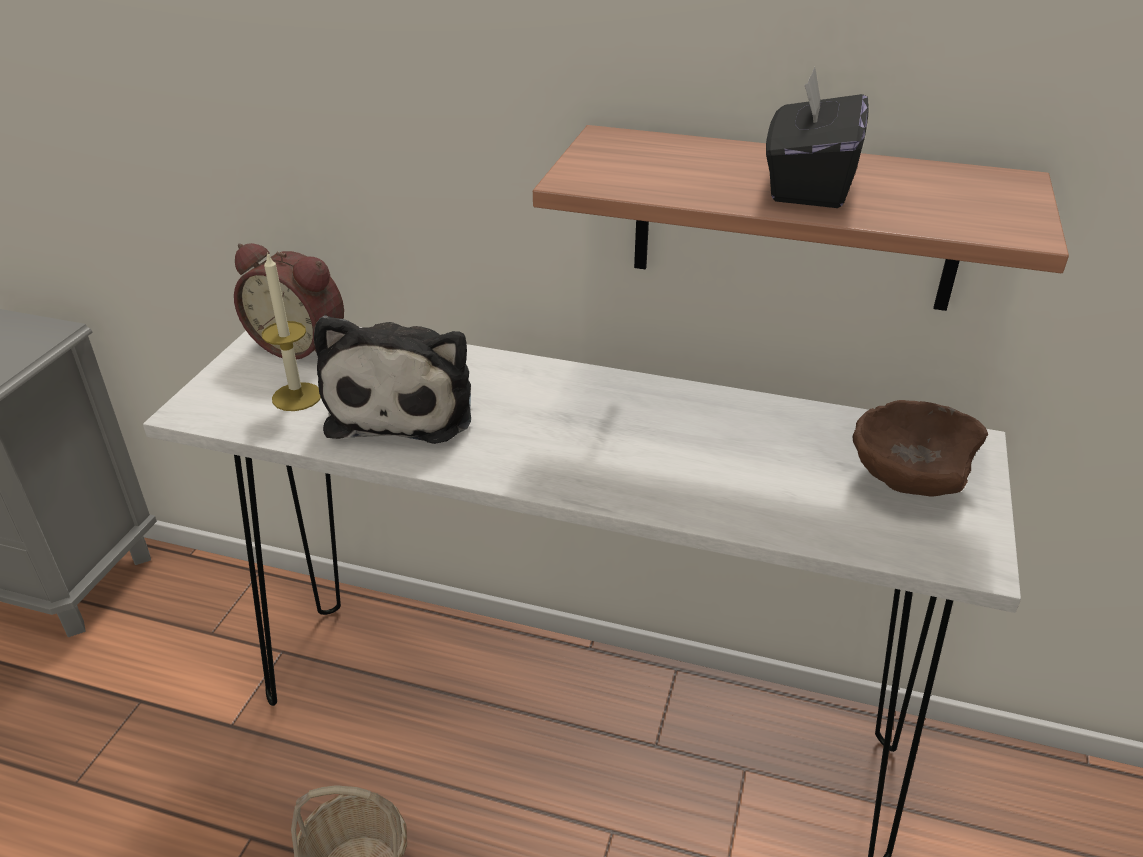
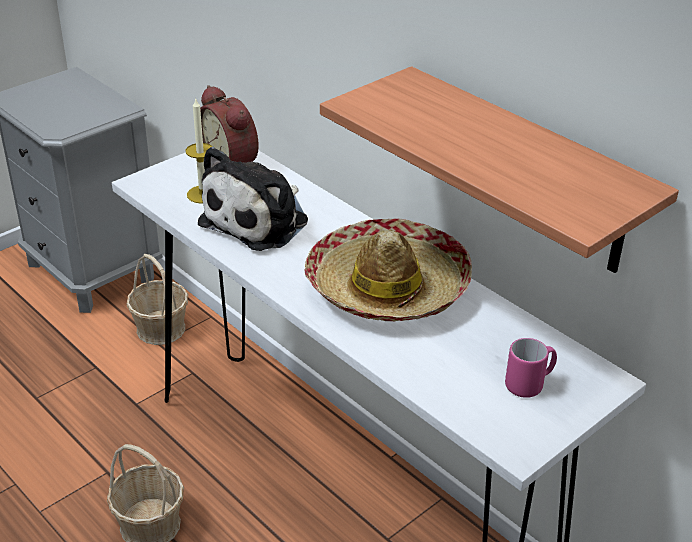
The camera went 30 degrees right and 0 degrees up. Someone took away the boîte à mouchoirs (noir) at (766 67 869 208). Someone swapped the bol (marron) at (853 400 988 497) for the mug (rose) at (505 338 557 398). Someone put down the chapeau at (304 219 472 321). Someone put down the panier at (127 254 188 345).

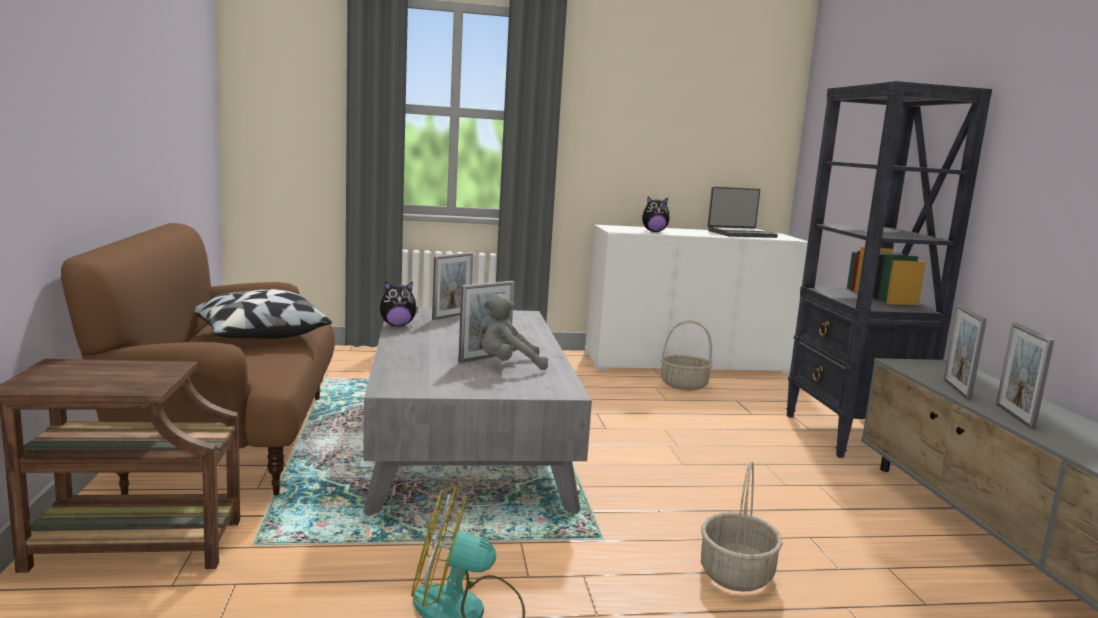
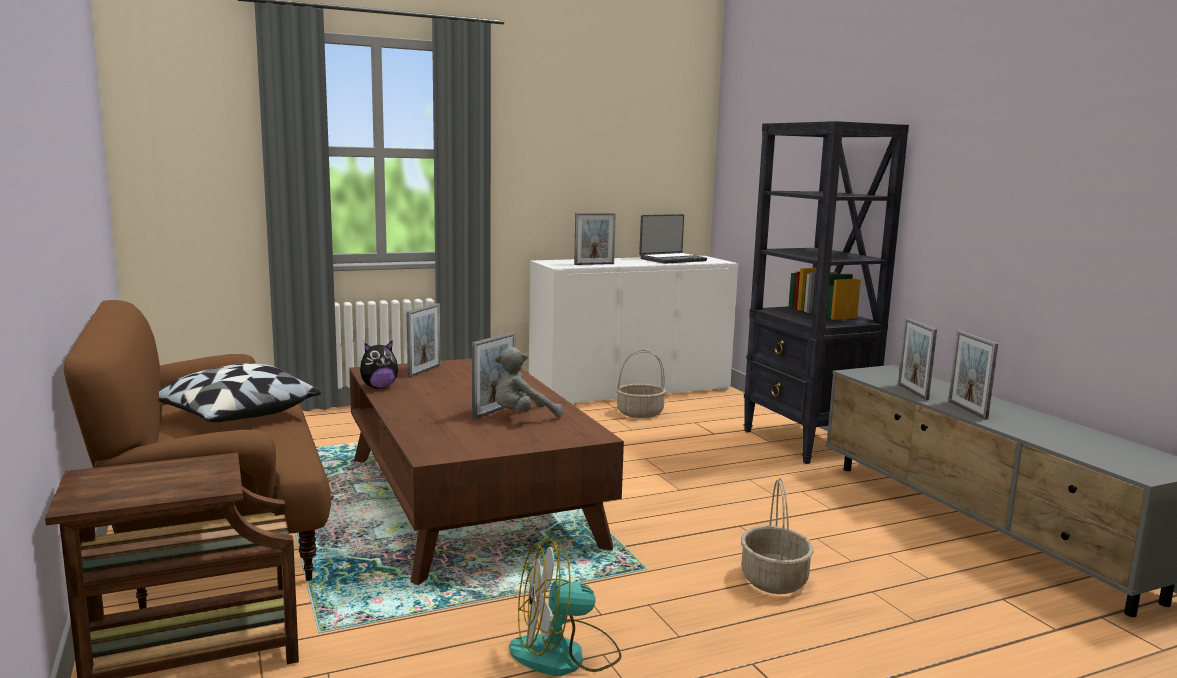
The camera went 15 degrees left and 0 degrees up. Someone swapped the peluche at (642 197 670 232) for the cadre photo at (574 213 616 265). Someone repainted the table basse (gris) at (363 307 592 516), which became the table basse (marron) at (349 359 624 585).

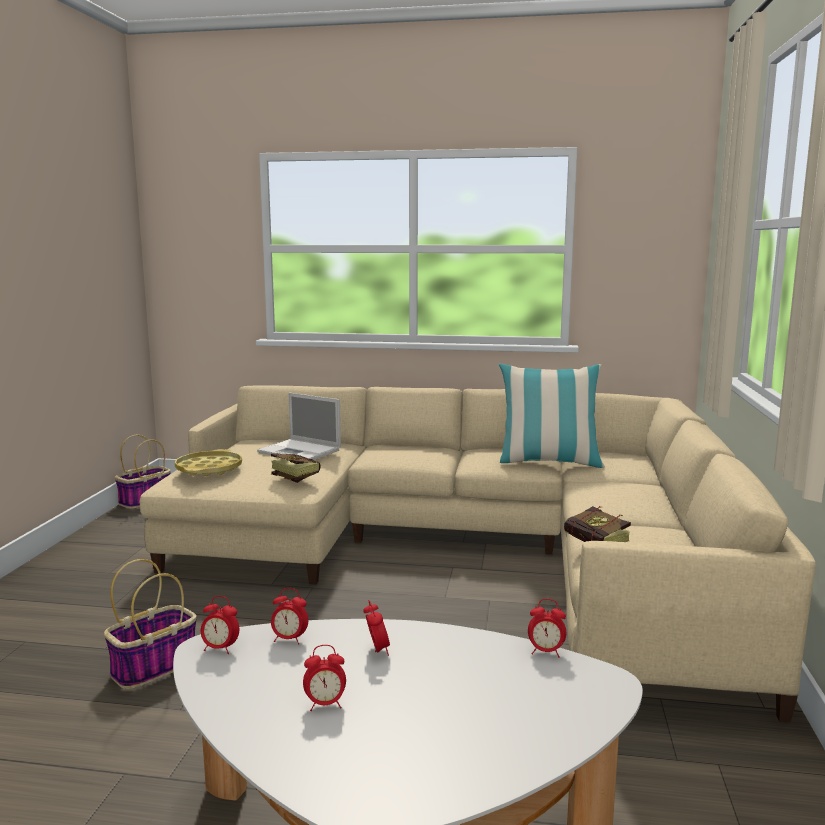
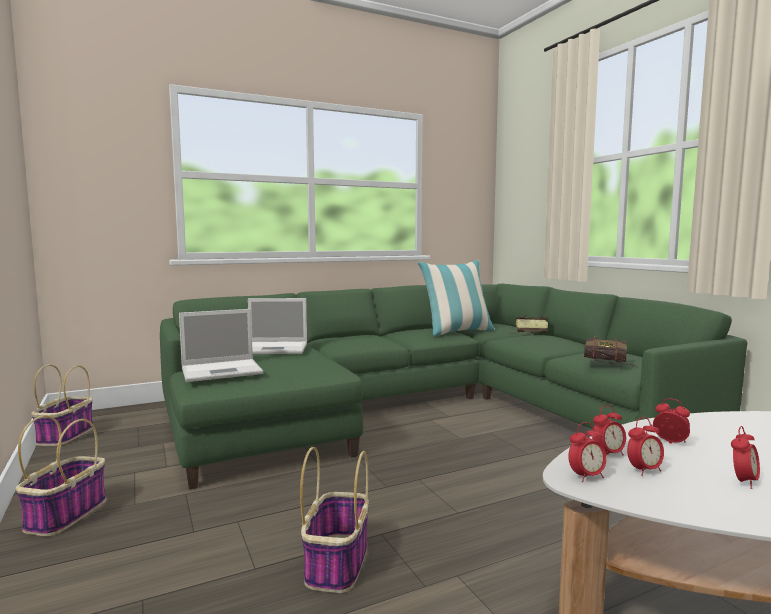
The camera went 35 degrees left and 5 degrees down. Someone repainted the canapé (beige) at (139 385 816 723), which became the canapé (vert) at (160 284 747 490). Someone swapped the plateau (jaune) at (175 449 242 476) for the ordinateur portable at (179 309 263 382). Someone carried the livre from (270 453 321 483) to (509 315 548 334). Someone carried the réveil from (528 599 566 658) to (627 417 664 476). Someone put down the panier at (16 416 106 536).

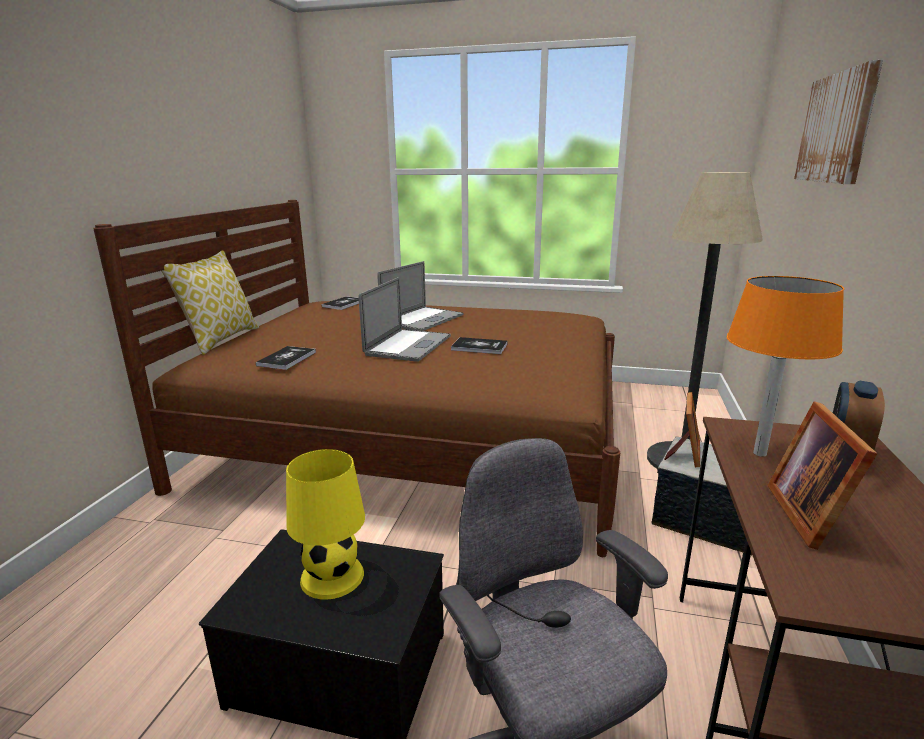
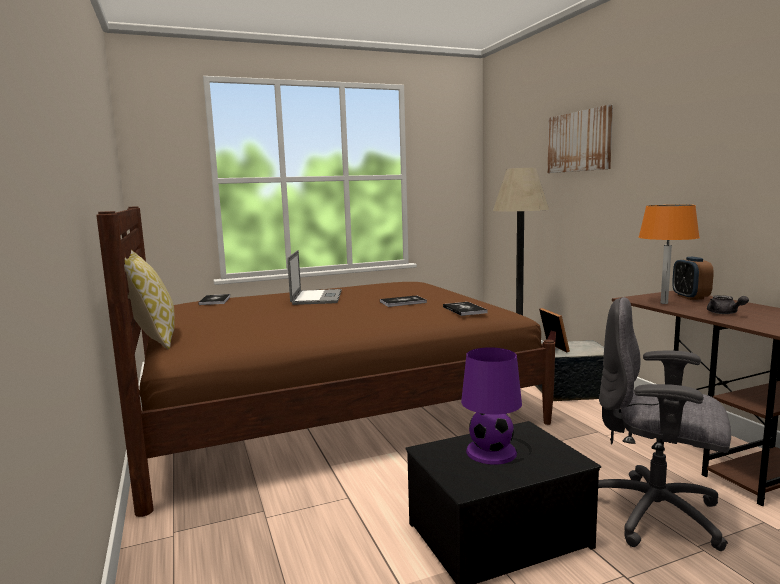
The camera went 35 degrees left and 10 degrees down. Someone took away the ordinateur portable at (358 277 451 362). Someone carried the livre from (256 346 316 370) to (443 302 488 316). Someone swapped the cadre photo at (767 401 878 550) for the théière (gris) at (707 295 749 314). Someone repainted the lampe de table (jaune) at (286 449 365 600), which became the lampe de table (violet) at (461 347 522 465).

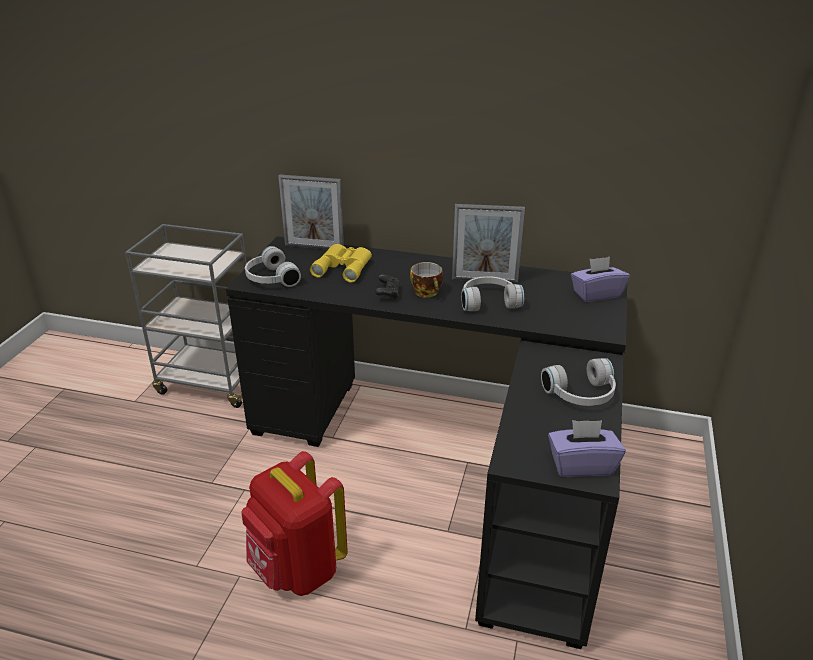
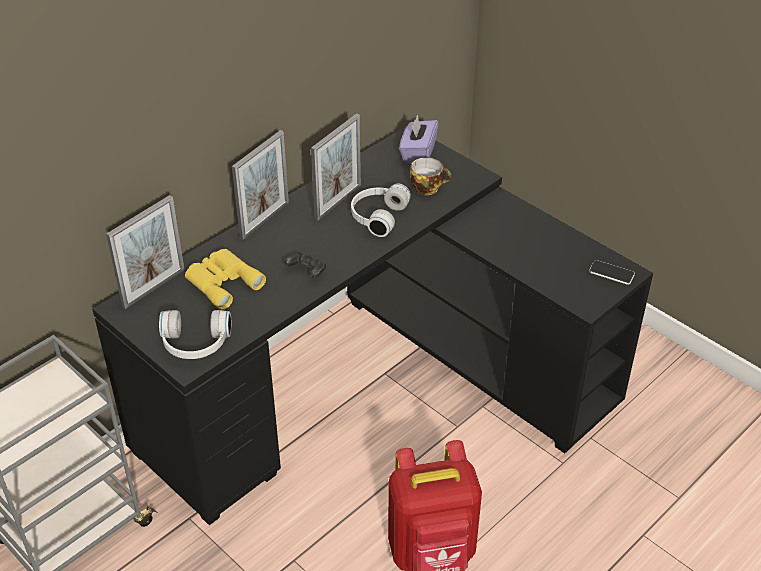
The camera went 60 degrees left and 10 degrees up. Someone carried the tasse from (410 262 443 298) to (410 157 451 195). Someone took away the casque audio (blanc) at (541 358 616 406). Someone swapped the boîte à mouchoirs (violet) at (548 420 626 477) for the téléphone at (589 260 635 285). Someone put down the cadre photo at (232 130 289 240).

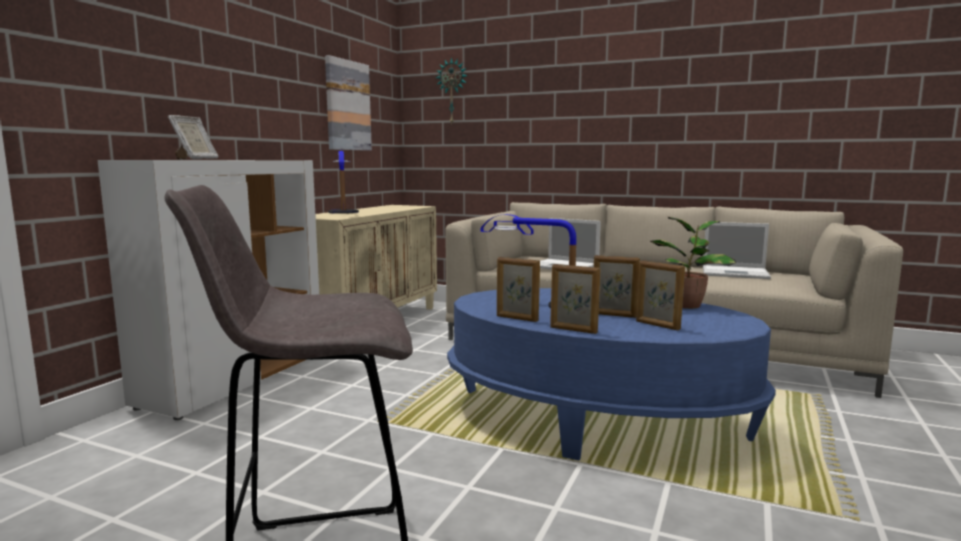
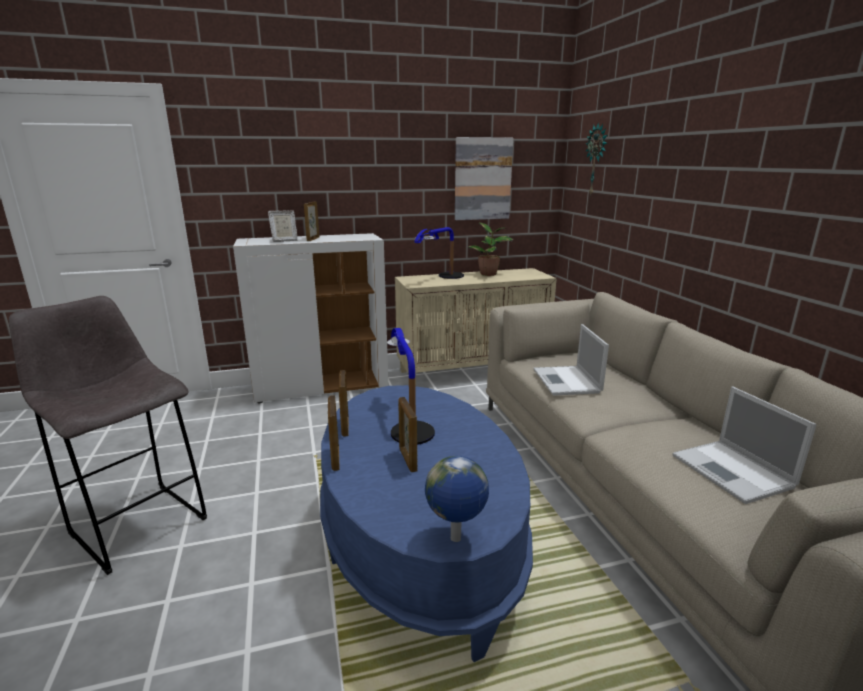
The camera went 50 degrees right and 10 degrees up. Someone carried the plante en pot from (650 217 736 309) to (468 222 514 276). Someone carried the cadre photo from (636 260 685 330) to (304 201 320 241). Someone put down the globe at (425 456 489 542).

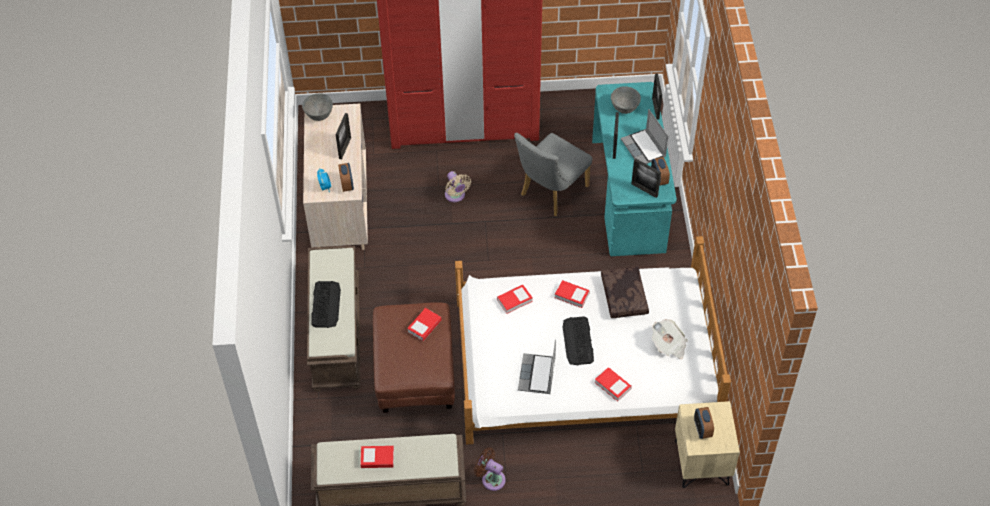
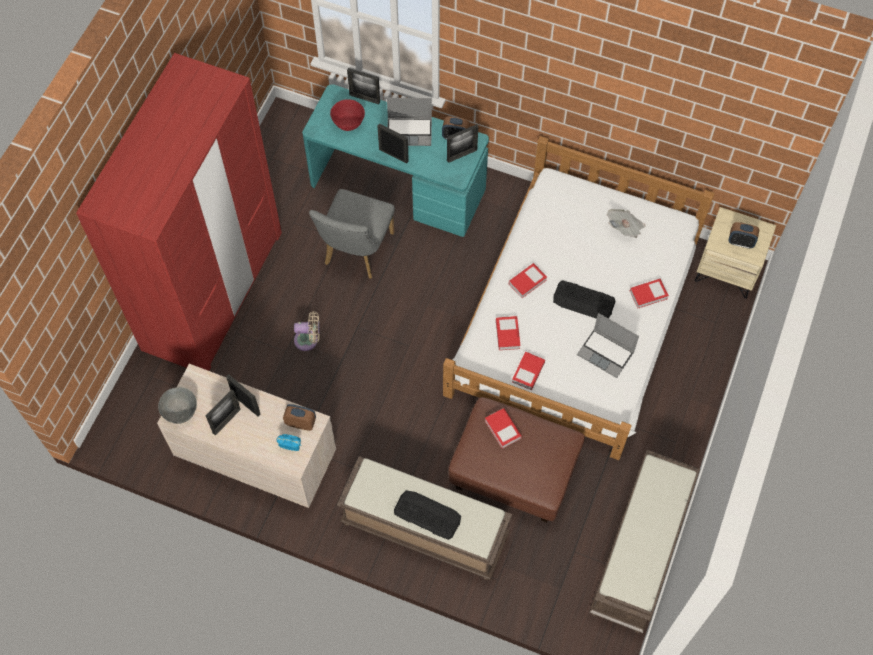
The camera went 65 degrees left and 10 degrees up. Someone repainted the bol (gris) at (611 86 641 114), which became the bol (rouge) at (330 99 365 131). Someone rotated the chaise (gris) at (514 133 592 216) by 45 degrees clockwise. Someone took away the coussin (marron) at (601 267 649 318). Someone carried the livre from (360 446 394 468) to (512 352 545 390). Someone took away the ventilateur (marron) at (474 447 506 491). Someone put down the cadre photo at (206 389 241 435).

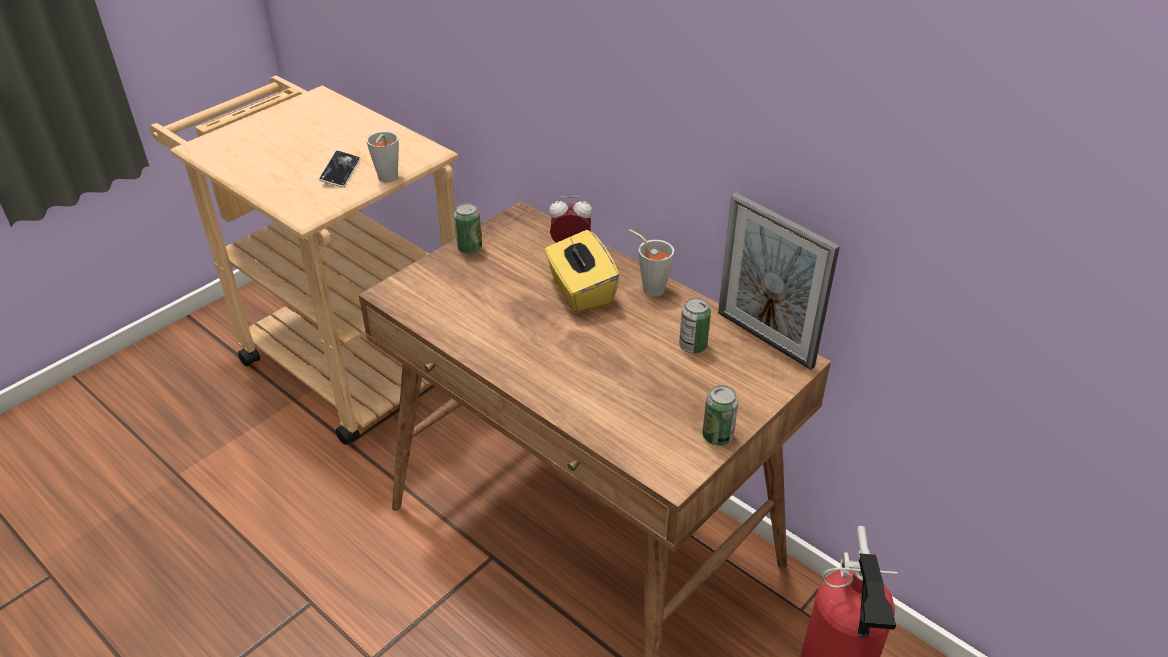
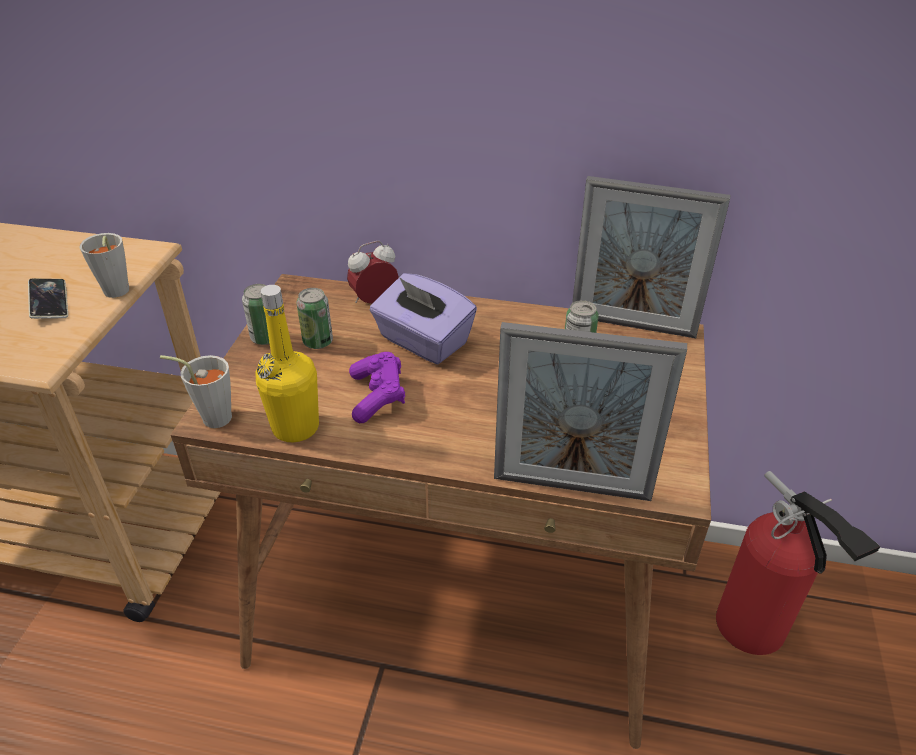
The camera went 30 degrees left and 0 degrees up. Someone carried the tasse (gris) from (629 229 674 297) to (160 355 232 428). Someone repainted the boîte à mouchoirs (jaune) at (544 230 620 313), which became the boîte à mouchoirs (violet) at (370 273 477 364). Someone carried the boîte métallique from (702 385 738 445) to (297 288 333 349). Someone put down the bouteille (jaune) at (256 285 319 442). Someone put down the cadre photo at (494 322 687 501). Someone put down the manette (violet) at (349 352 405 423).

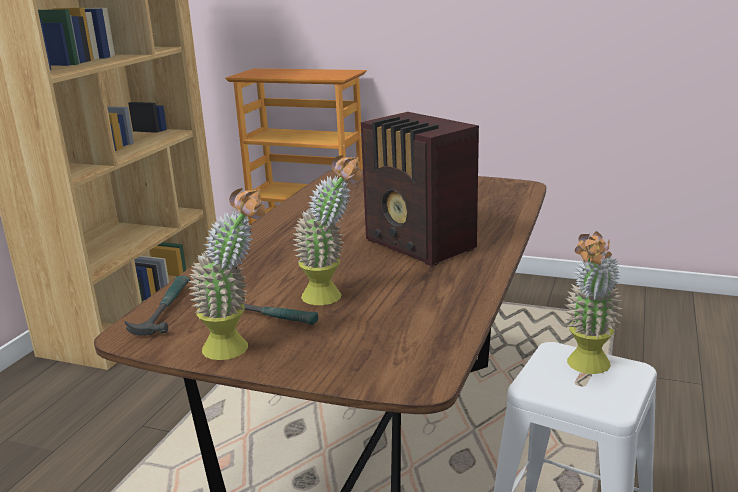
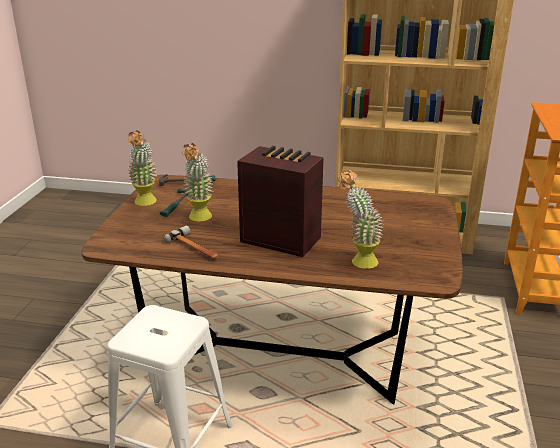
The camera went 80 degrees right and 5 degrees up. Someone rotated the radio at (361 112 479 266) by 75 degrees clockwise. Someone carried the plante en pot from (565 231 622 374) to (338 170 383 269). Someone put down the marteau at (164 226 219 259).

